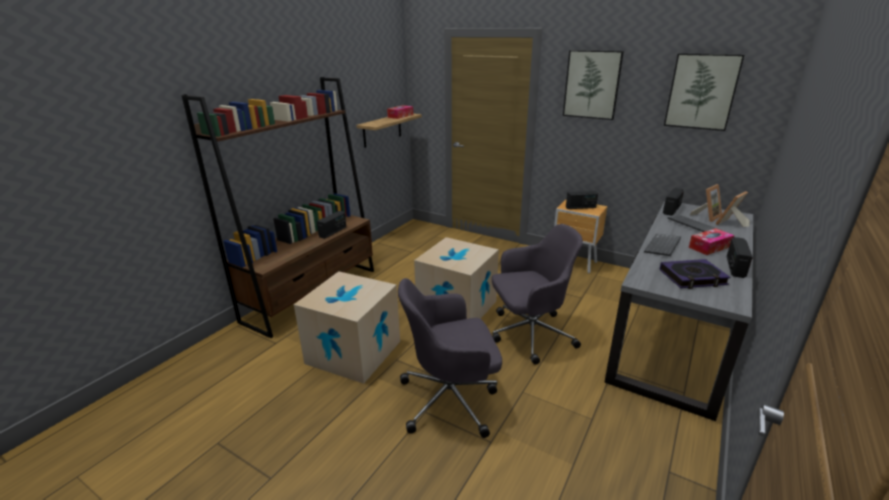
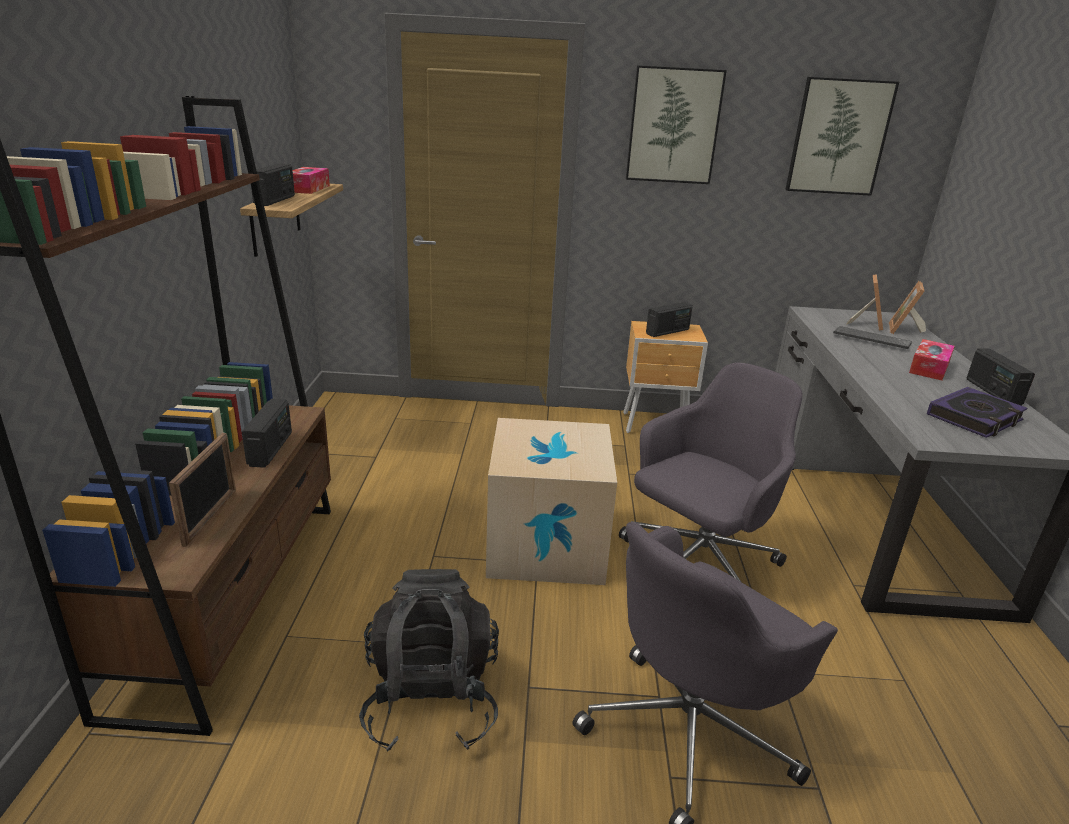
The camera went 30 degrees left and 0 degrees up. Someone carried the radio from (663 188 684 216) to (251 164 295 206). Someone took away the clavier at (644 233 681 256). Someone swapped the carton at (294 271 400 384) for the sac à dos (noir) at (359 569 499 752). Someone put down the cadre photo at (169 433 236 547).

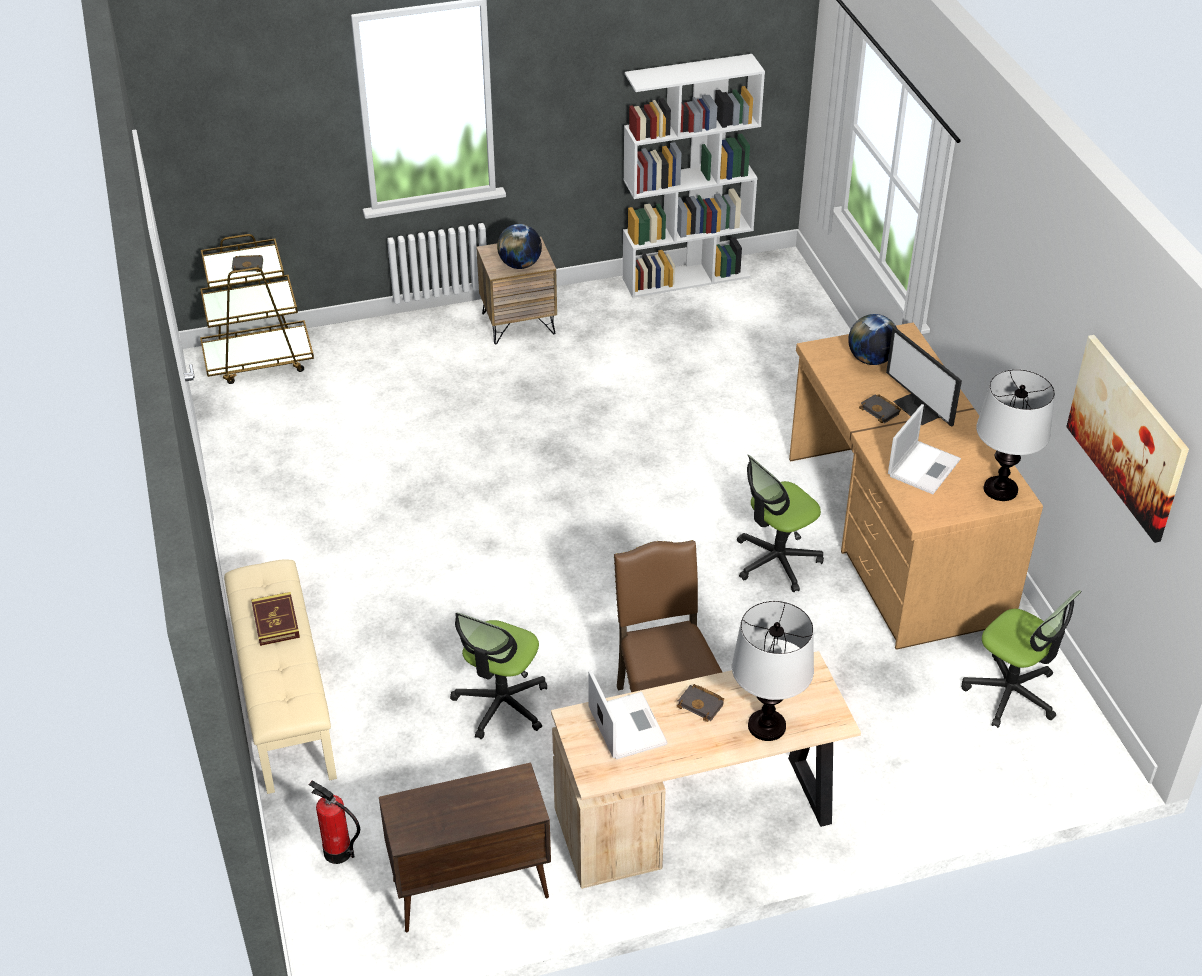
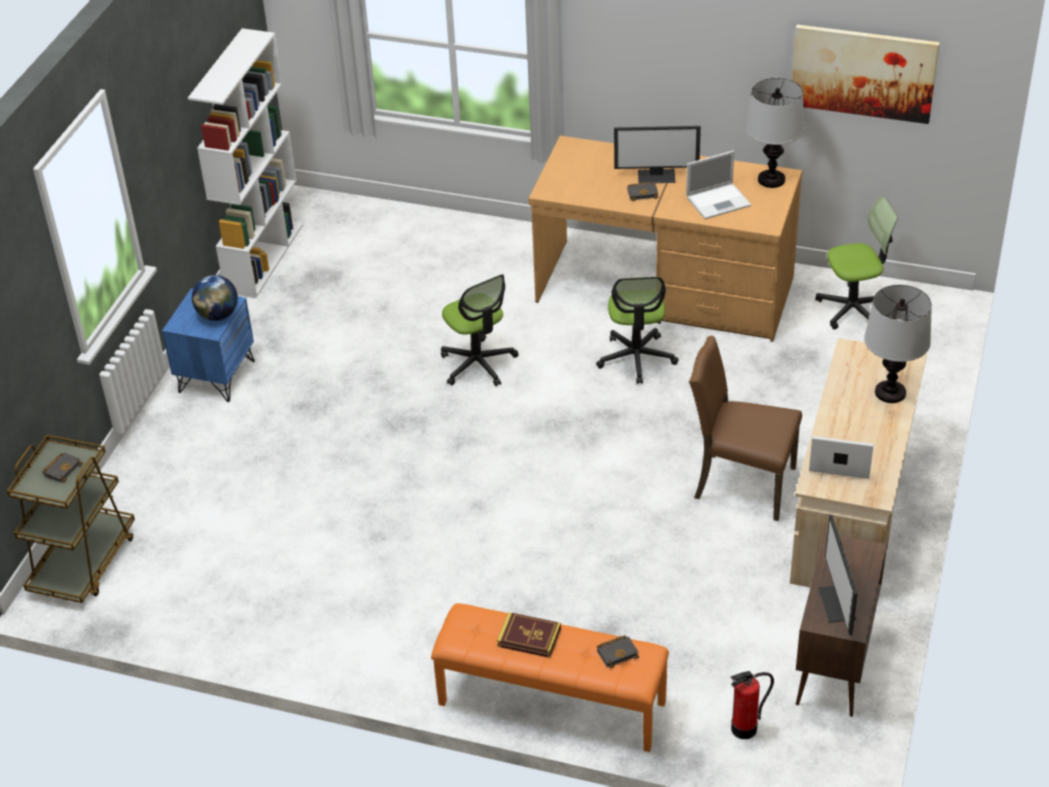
The camera went 55 degrees left and 0 degrees up. Someone repainted the table de chevet (marron) at (476 236 557 344), which became the table de chevet (bleu) at (162 288 255 402). Someone took away the globe at (848 314 897 365). Someone rotated the ordinateur portable at (888 404 961 494) by 90 degrees clockwise. Someone repainted the banc (beige) at (224 559 337 794), which became the banc (orange) at (431 603 669 752). Someone carried the chaise de bureau from (450 612 547 740) to (441 274 519 386). Someone carried the livre (noir) from (677 684 724 722) to (597 635 639 669). Someone put down the écran d'ordinateur at (818 515 857 635).

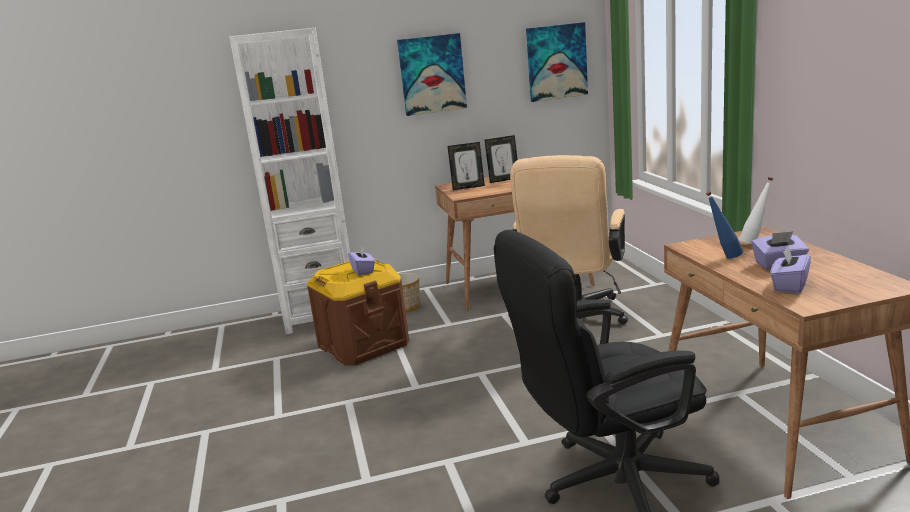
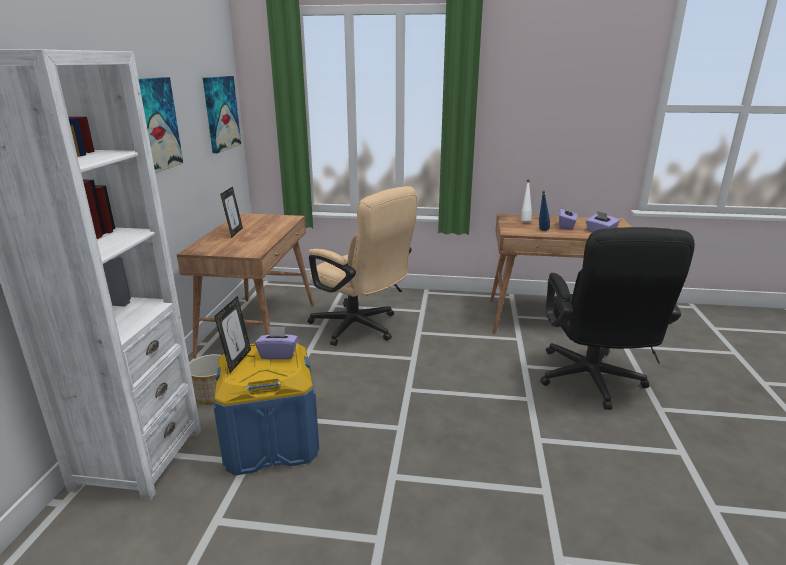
The camera went 70 degrees left and 5 degrees up. Someone carried the cadre photo from (447 142 485 190) to (214 296 251 373). Someone repainted the boîte de rangement (marron) at (307 258 409 366), which became the boîte de rangement (bleu) at (214 343 319 476).

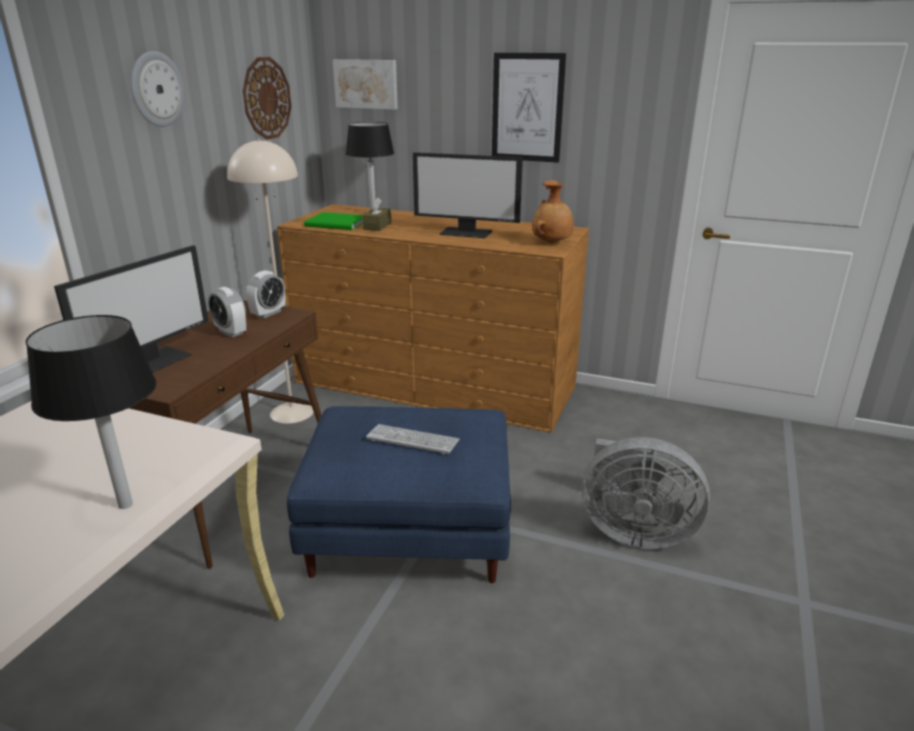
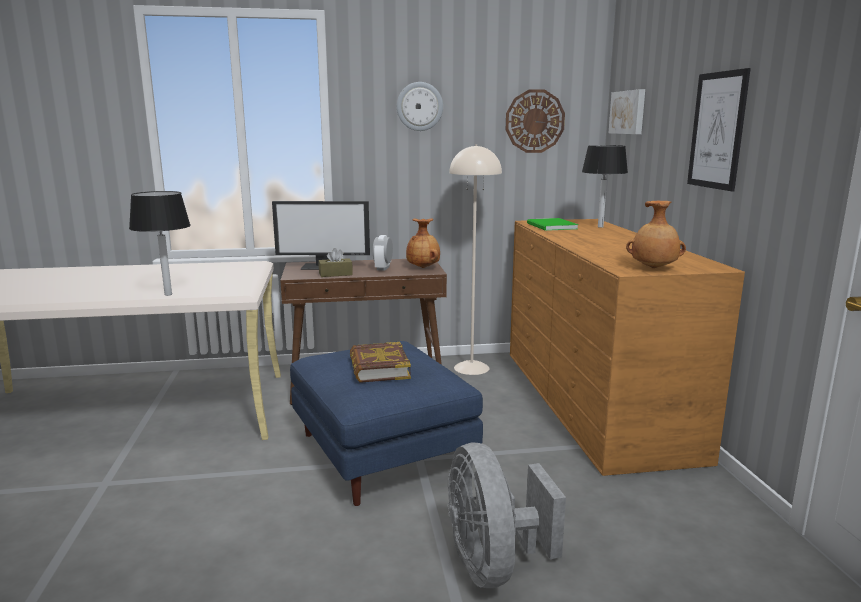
The camera went 60 degrees right and 10 degrees down. Someone took away the écran d'ordinateur at (413 152 523 238). Someone carried the boîte à mouchoirs (marron) from (362 197 391 231) to (318 248 353 277). Someone swapped the réveil at (246 270 285 318) for the vase (marron) at (406 218 440 268). Someone swapped the clavier at (366 424 460 454) for the livre at (350 342 411 383).

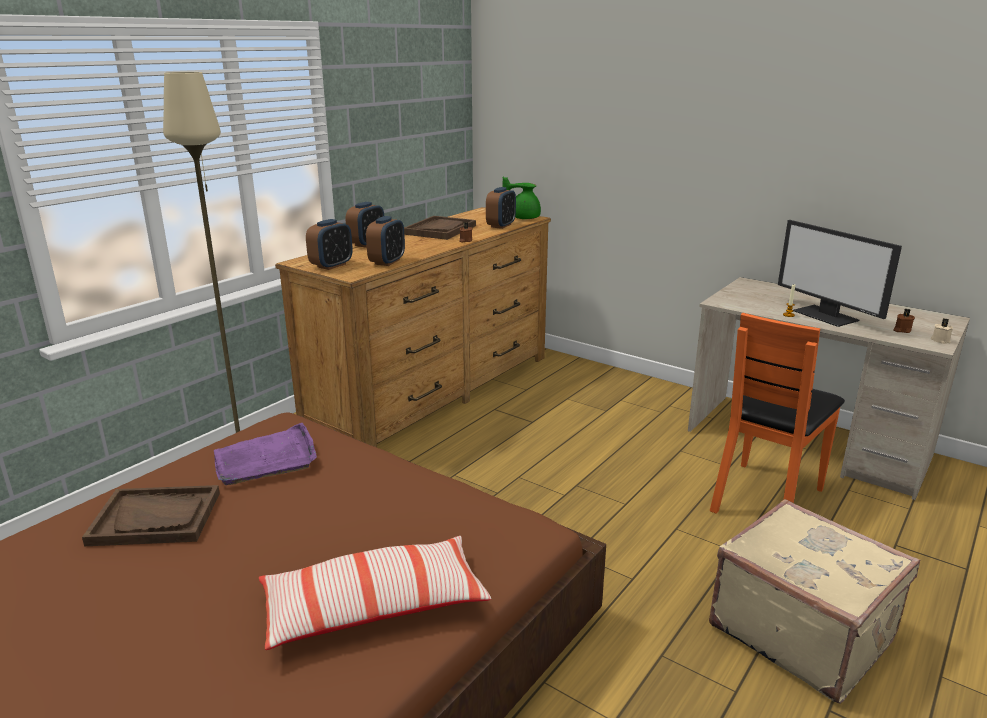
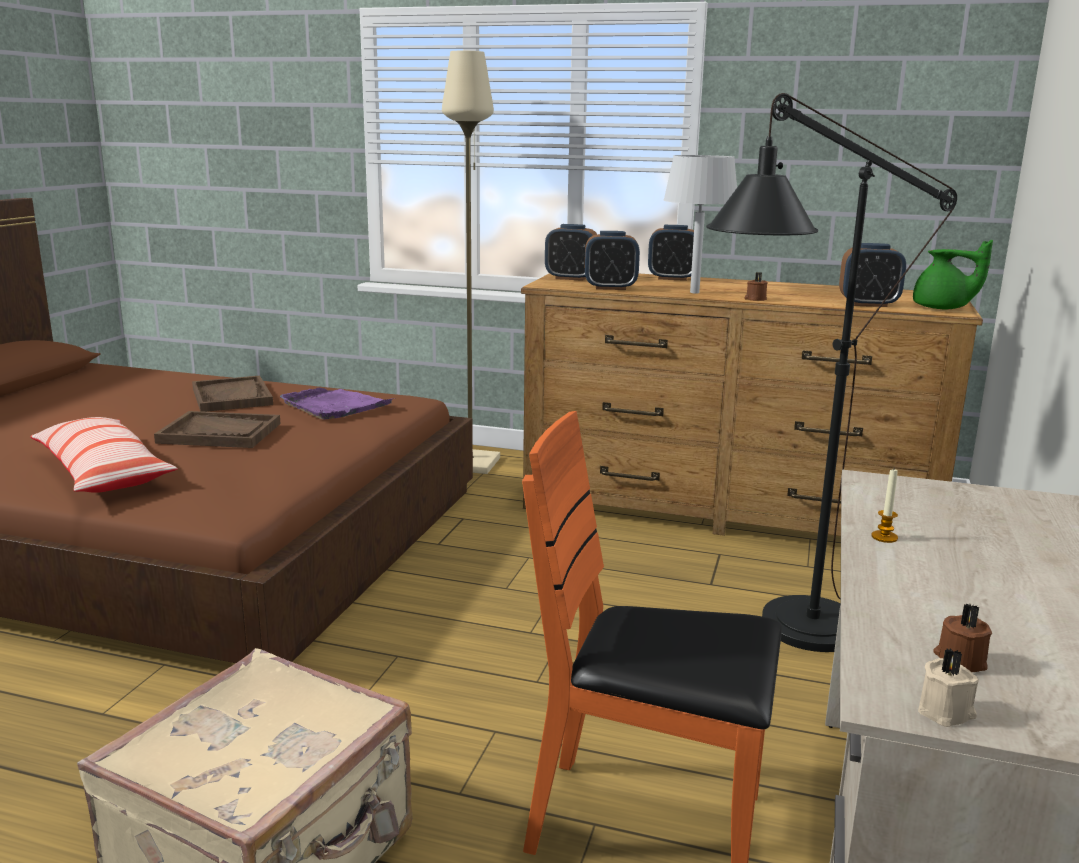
The camera went 70 degrees right and 5 degrees down. Someone rotated the théière (vert) at (502 176 541 219) by 135 degrees clockwise. Someone carried the plateau (marron) from (404 216 476 240) to (154 411 280 448). Someone took away the écran d'ordinateur at (778 220 902 327). Someone put down the lampadaire (noir) at (706 93 957 652). Someone put down the lampe de table (gris) at (663 155 737 294).

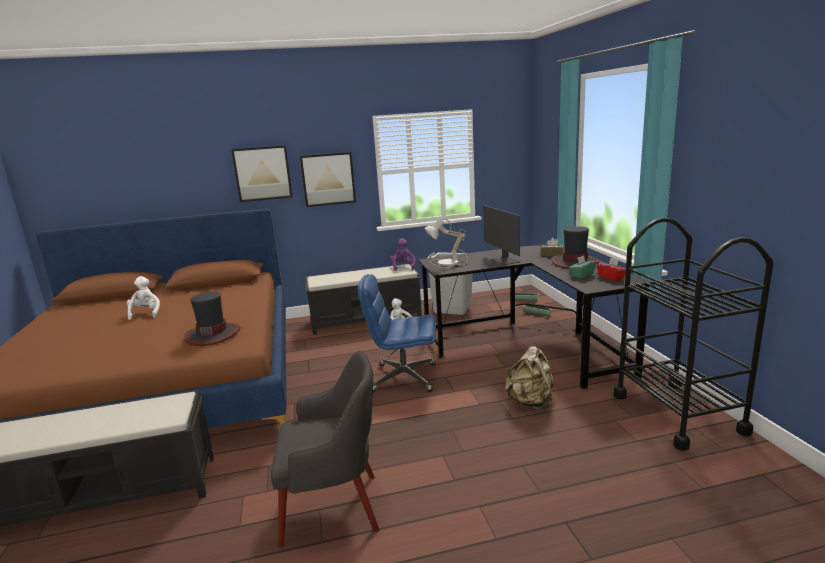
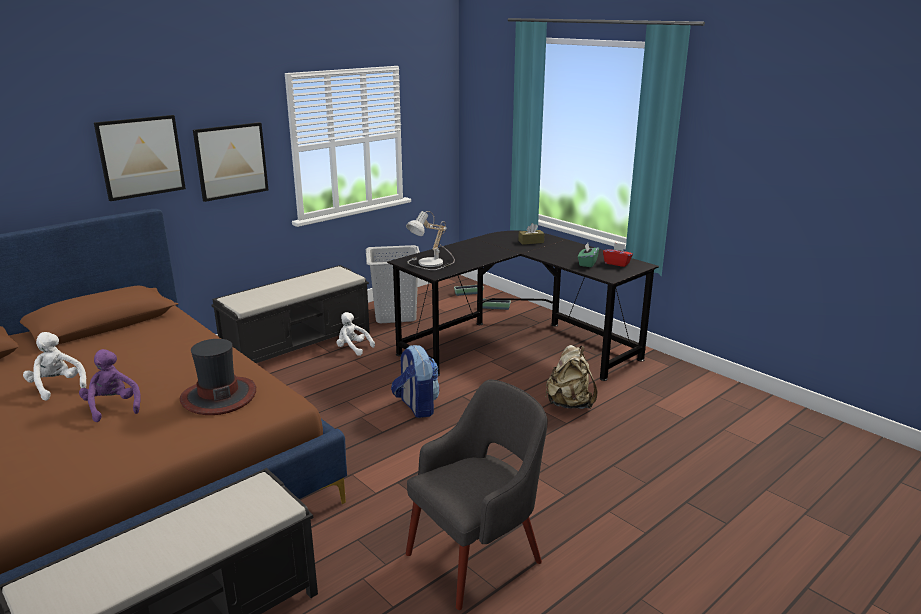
The camera went 30 degrees left and 5 degrees up. Someone took away the écran d'ordinateur at (483 205 521 265). Someone took away the chariot (noir) at (613 218 774 451). Someone took away the chapeau at (552 226 599 269). Someone carried the peluche (violet) from (390 238 416 271) to (79 349 141 422). Someone swapped the chaise de bureau (bleu) at (358 274 436 393) for the sac à dos at (391 345 440 418).

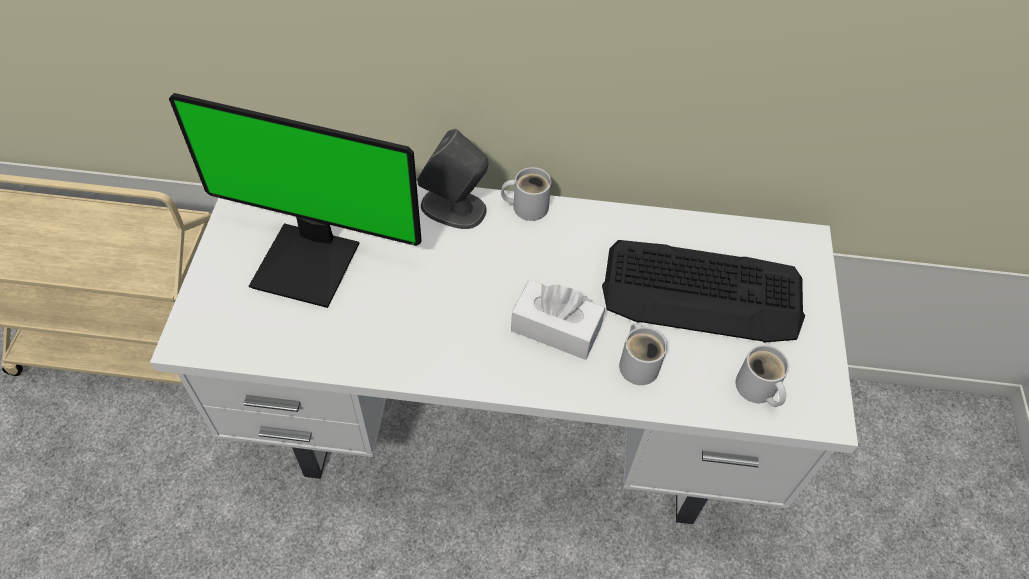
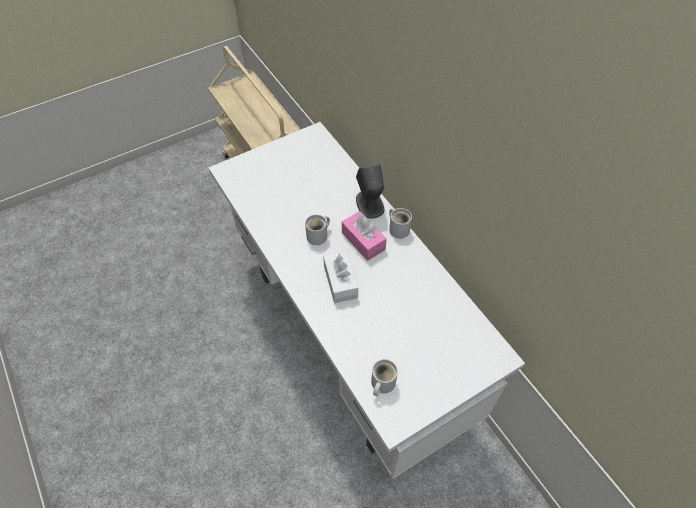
The camera went 55 degrees right and 0 degrees up. Someone took away the écran d'ordinateur at (169 93 422 308). Someone took away the clavier at (602 240 805 343). Someone carried the mug (blanc) from (619 323 667 385) to (305 214 330 245). Someone put down the boîte à mouchoirs (rose) at (342 211 387 261).

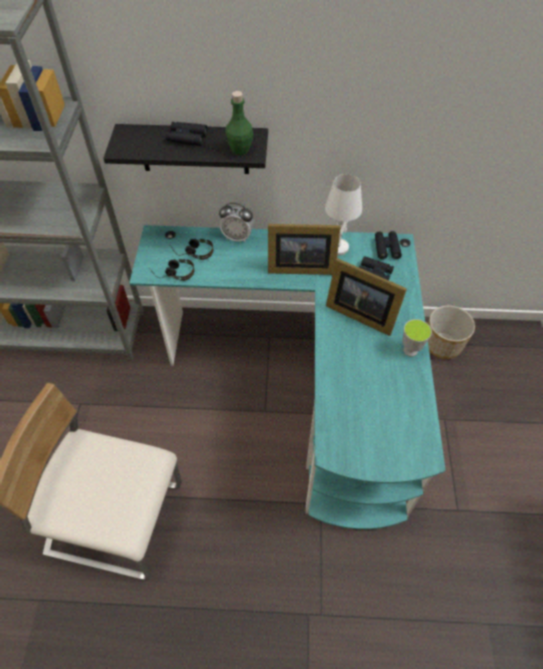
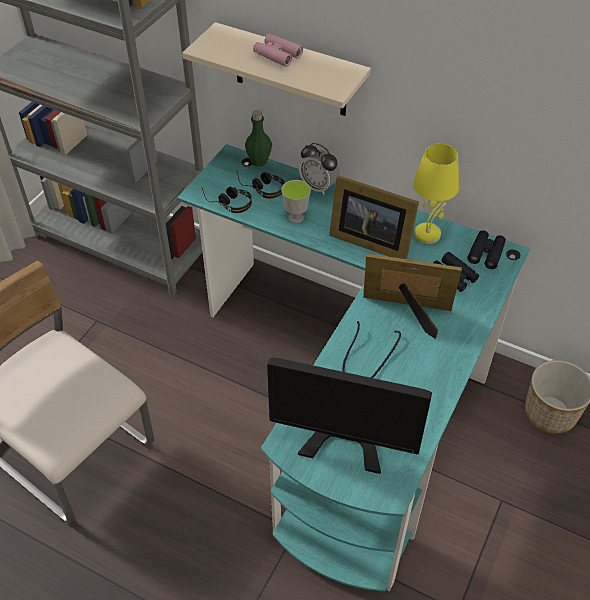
The camera went 25 degrees right and 5 degrees down. Someone carried the bouteille (vert) from (225 91 253 155) to (245 110 272 166). Someone repainted the jumelles (noir) at (166 122 208 146), which became the jumelles (rose) at (253 34 303 67). Someone repainted the étagère (noir) at (103 124 268 174), which became the étagère (beige) at (182 22 371 116). Someone repainted the lampe de table (blanc) at (325 174 362 255), which became the lampe de table (jaune) at (413 144 459 244). Someone rotated the cadre photo at (326 258 407 336) by 135 degrees clockwise. Someone carried the tasse from (402 319 432 357) to (282 180 311 223). Someone put down the écran d'ordinateur at (267 321 432 474).

